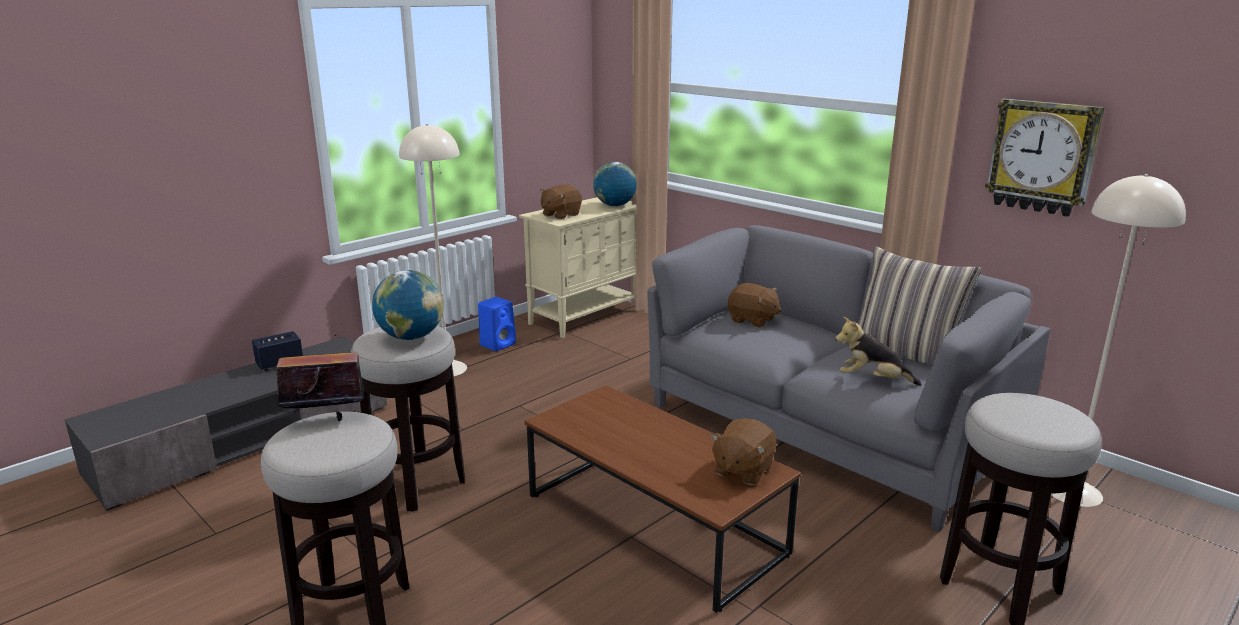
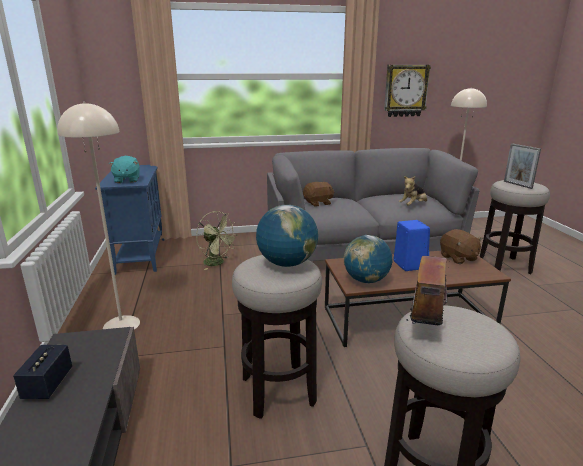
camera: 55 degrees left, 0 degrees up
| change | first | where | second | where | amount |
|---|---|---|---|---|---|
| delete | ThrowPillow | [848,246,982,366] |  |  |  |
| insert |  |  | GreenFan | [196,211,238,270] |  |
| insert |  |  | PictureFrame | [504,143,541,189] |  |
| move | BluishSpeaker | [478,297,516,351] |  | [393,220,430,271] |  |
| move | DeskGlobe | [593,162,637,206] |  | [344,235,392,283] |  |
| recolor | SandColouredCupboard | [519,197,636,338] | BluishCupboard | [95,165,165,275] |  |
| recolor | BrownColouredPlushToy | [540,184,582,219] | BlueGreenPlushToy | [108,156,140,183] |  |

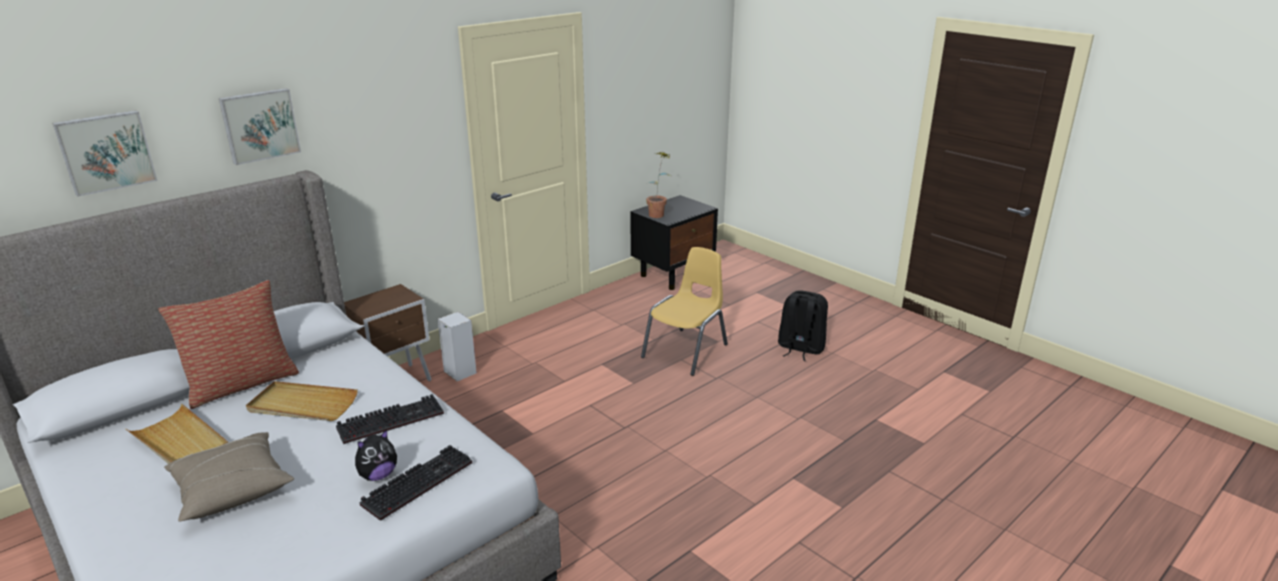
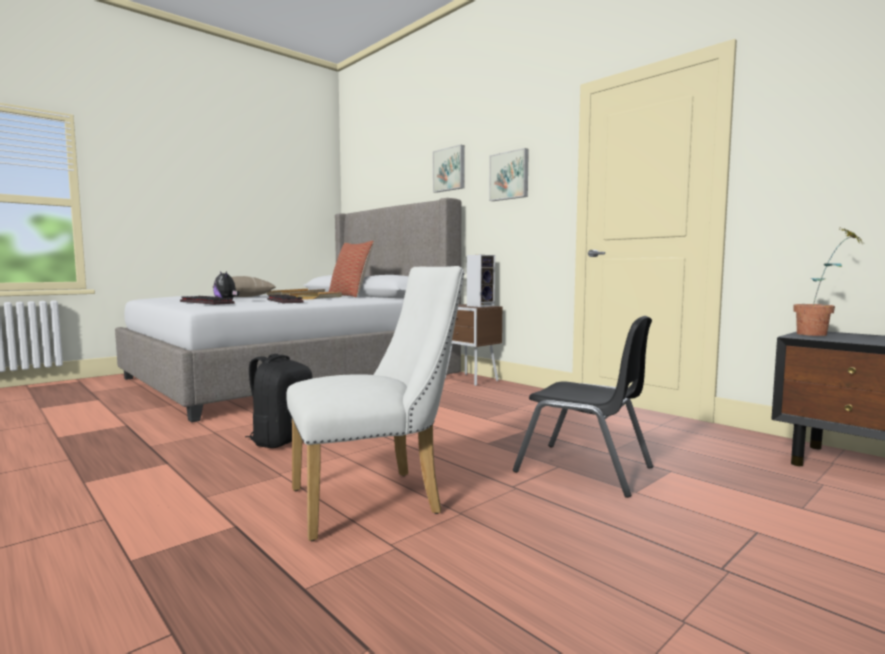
camera: 90 degrees right, 20 degrees down
| change | first | where | second | where | amount |
|---|---|---|---|---|---|
| insert |  |  | WhiteUprightChair | [286,266,465,541] |  |
| move | Picture | [52,110,157,197] |  | [489,148,529,201] |  |
| move | Speaker | [438,312,477,381] |  | [467,255,495,307] |  |
| move | BlackBackpack | [778,290,828,361] |  | [245,354,313,448] |  |
| recolor | YellowishUprightChair | [641,247,728,376] | BlackUprightChair | [513,316,653,498] |  |

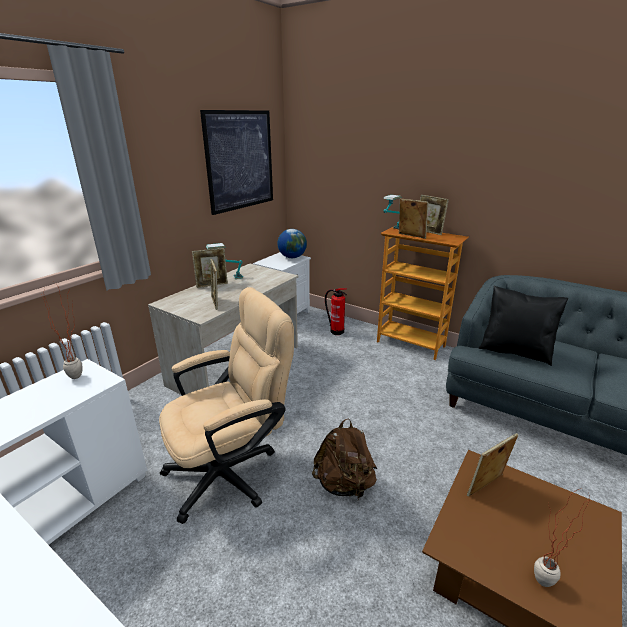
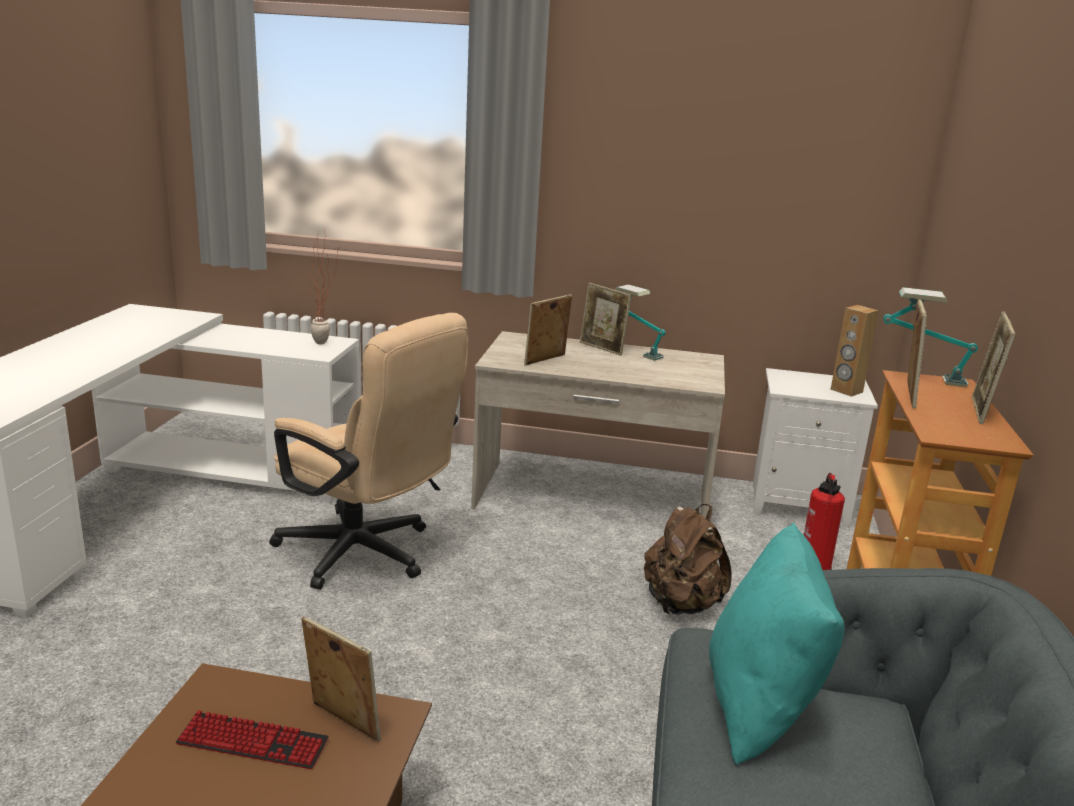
camera: 65 degrees right, 5 degrees down
| change | first | where | second | where | amount |
|---|---|---|---|---|---|
| delete | Picture | [200,110,273,215] |  |  |  |
| delete | PottedPlant | [534,488,590,587] |  |  |  |
| insert |  |  | Keyboard | [176,710,329,769] |  |
| move | BrownColouredBackpack | [312,418,377,500] |  | [644,504,732,615] |  |
| replace | DeskGlobe | [278,229,307,258] | BrownColouredSpeaker | [830,305,879,397] |  |
| recolor | BlackThrowPillow | [479,286,568,366] | BlueGreenThrowPillow | [709,522,845,765] |  |

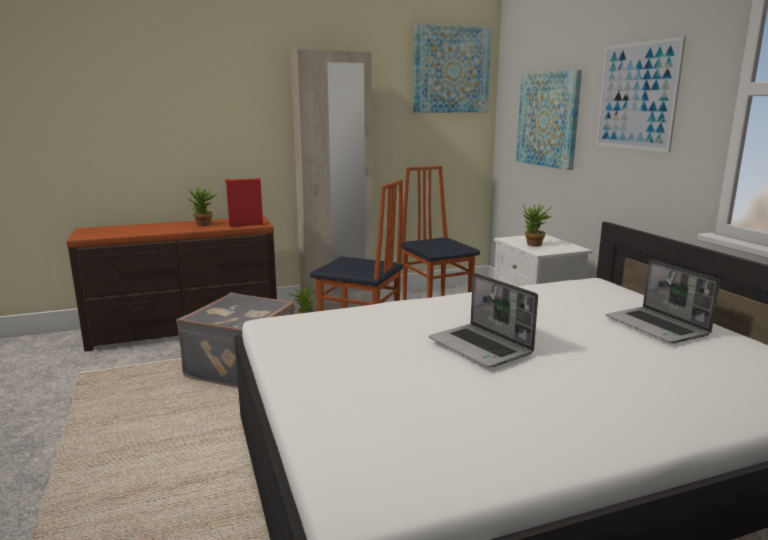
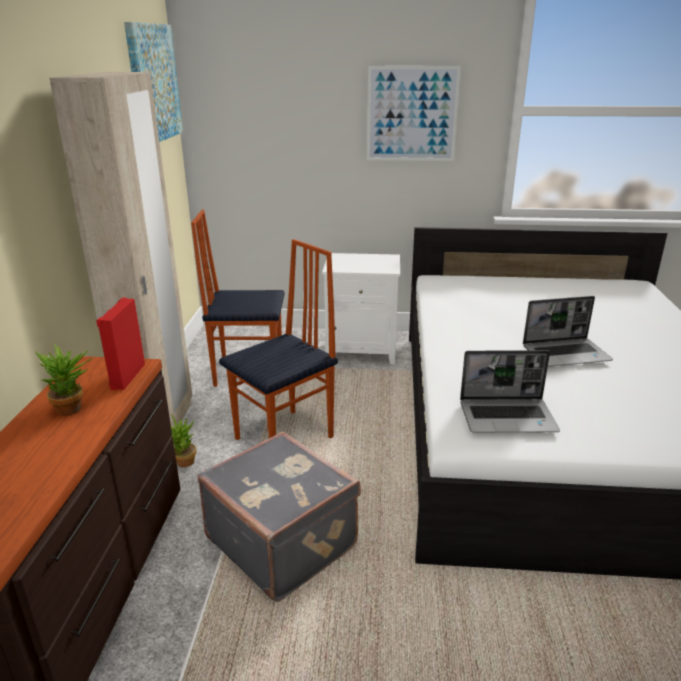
camera: 65 degrees left, 10 degrees up
| change | first | where | second | where | amount |
|---|---|---|---|---|---|
| delete | Picture | [516,70,582,170] |  |  |  |
| delete | PottedPlant | [523,204,552,247] |  |  |  |
| move | PortableComputer | [606,260,720,343] |  | [460,350,560,433] |  |

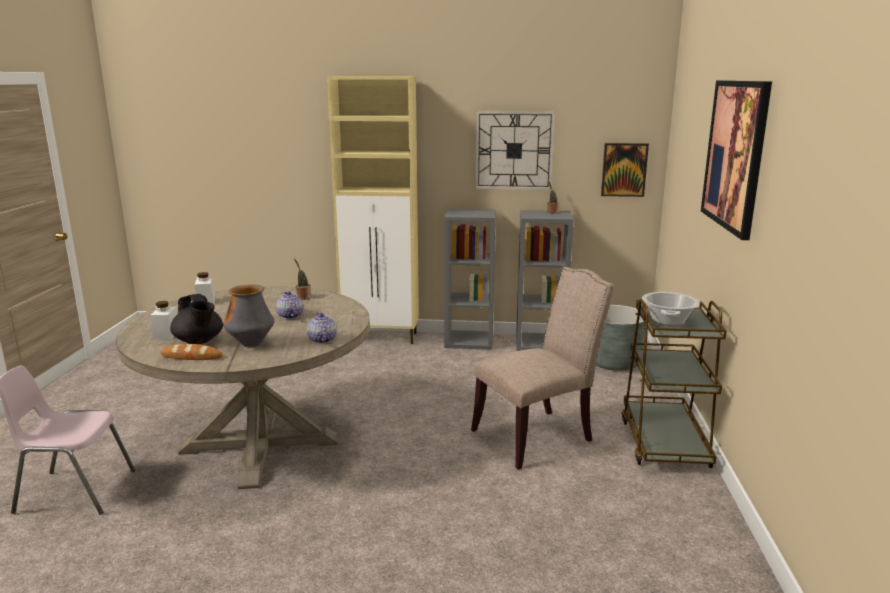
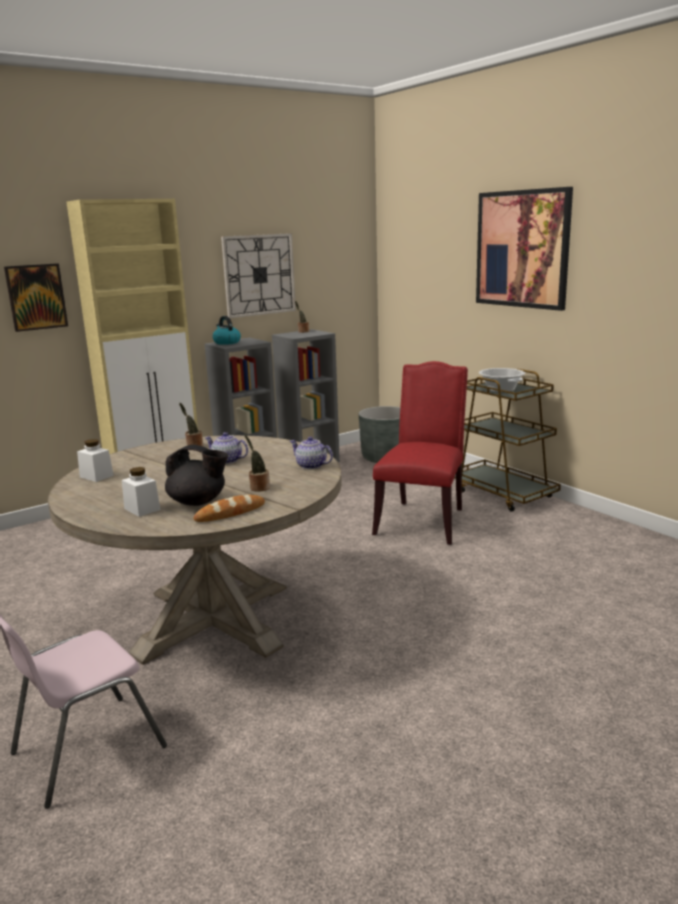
camera: 40 degrees left, 0 degrees up
| change | first | where | second | where | amount |
|---|---|---|---|---|---|
| insert |  |  | Kettle | [212,316,241,345] |  |
| move | Picture | [601,143,649,197] |  | [4,263,68,332] |  |
| replace | FlowerVase | [223,285,274,347] | PottedPlant | [244,435,270,492] |  |
| recolor | SandColouredUprightChair | [471,267,614,470] | RedUprightChair | [372,361,468,545] |  |

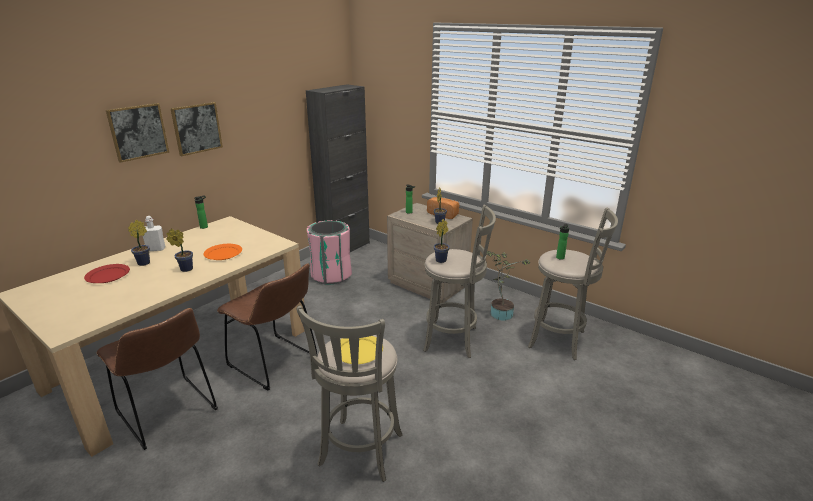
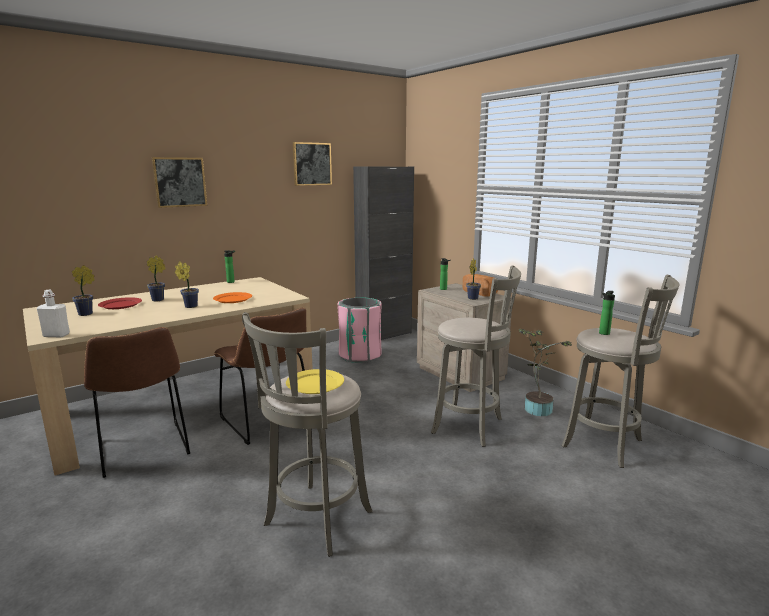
camera: 15 degrees right, 10 degrees down
| change | first | where | second | where | amount |
|---|---|---|---|---|---|
| move | WhiteBeverageBottle | [143,216,165,251] |  | [37,290,70,337] |  |
| move | Picture | [170,102,223,156] |  | [293,142,332,186] |  |
| move | PottedPlant | [434,219,450,263] |  | [72,265,95,316] |  |

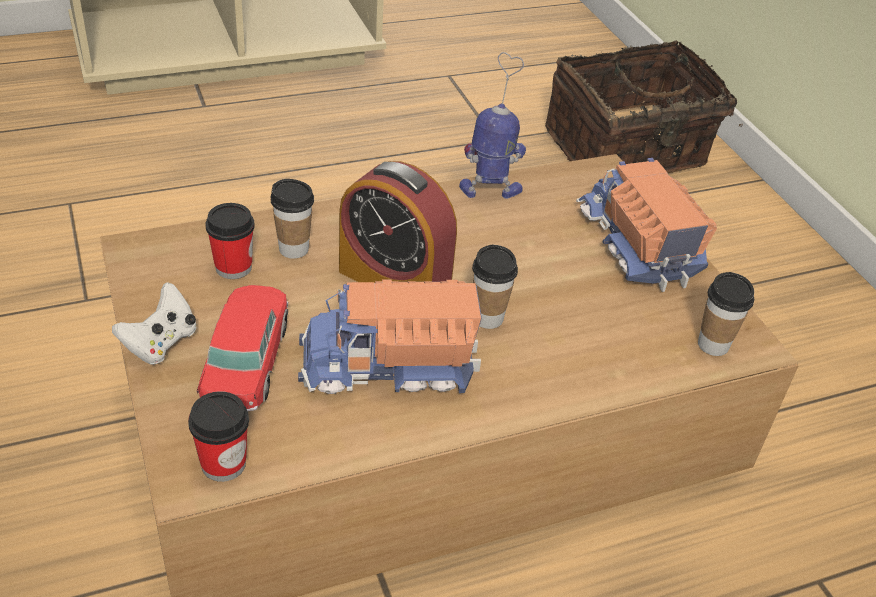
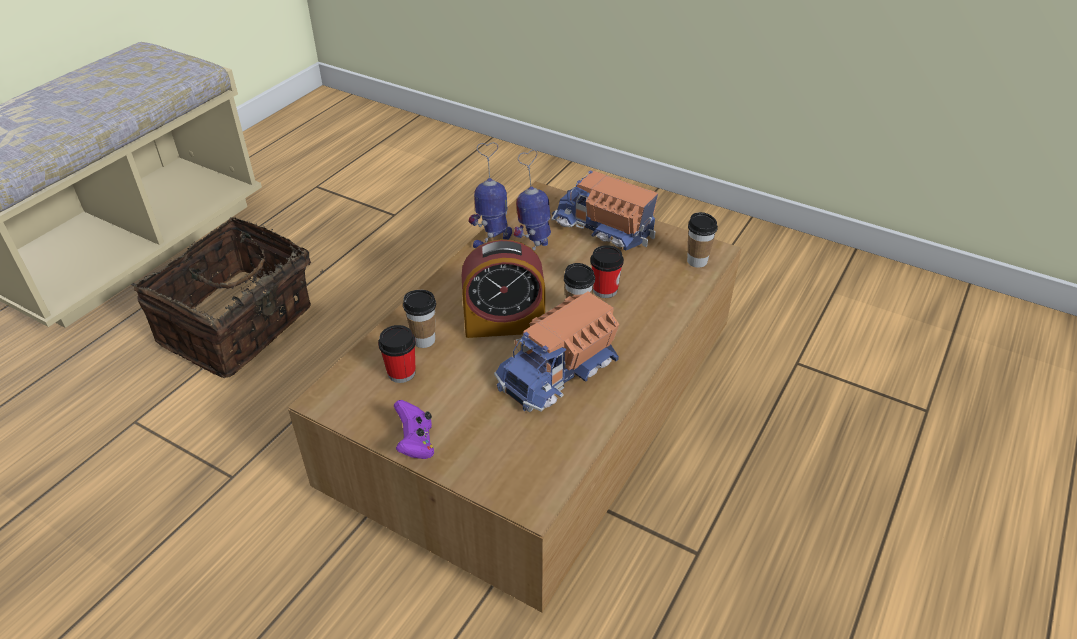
camera: 35 degrees left, 0 degrees up
| change | first | where | second | where | amount |
|---|---|---|---|---|---|
| delete | MiniatureCar | [197,285,288,411] |  |  |  |
| insert |  |  | RobotFigure | [513,150,551,251] |  |
| move | Cup | [188,391,249,482] |  | [590,245,624,298] |  |
| move | Basket | [545,40,743,173] |  | [134,216,323,378] |  |
| recolor | WhiteGameController | [112,282,196,365] | PurpleColouredGameController | [394,400,434,459] |  |

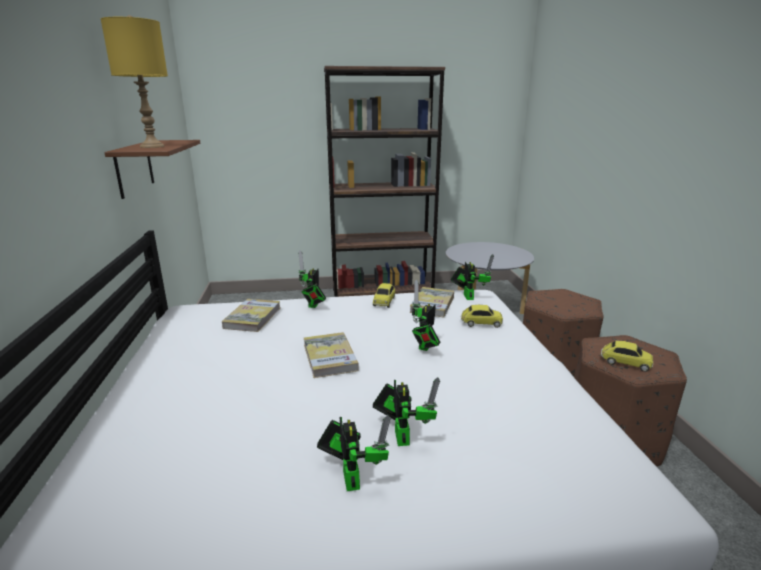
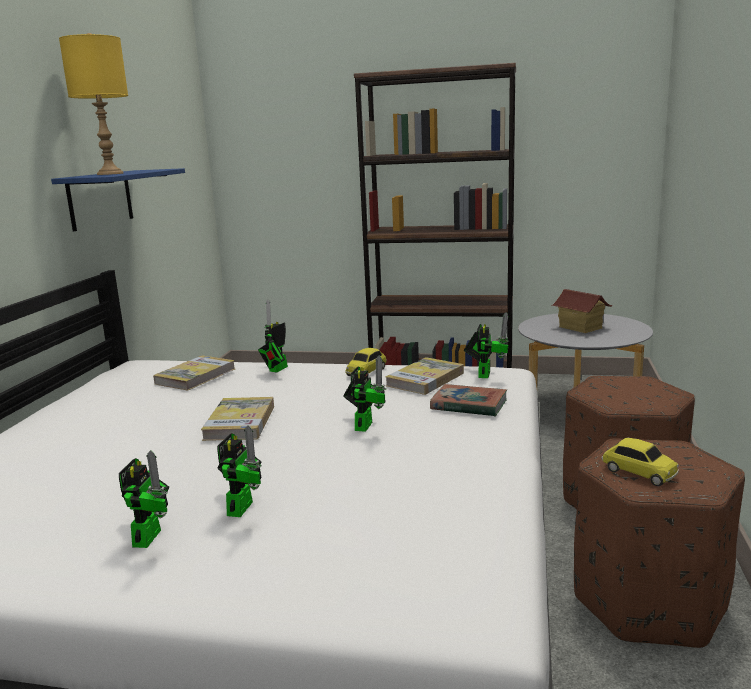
camera: 20 degrees right, 5 degrees down
| change | first | where | second | where | amount |
|---|---|---|---|---|---|
| insert |  |  | MiniatureHouse | [552,289,613,333] |  |
| replace | MiniatureCar | [461,305,503,328] | BoundBook | [430,384,507,417] |  |
| recolor | BrownColouredWallShelf | [104,140,200,199] | BluishWallShelf | [51,168,185,231] |  |
| rotate | RobotFigure | [412,279,440,351] |  | [343,355,386,432] | 150 degrees clockwise |

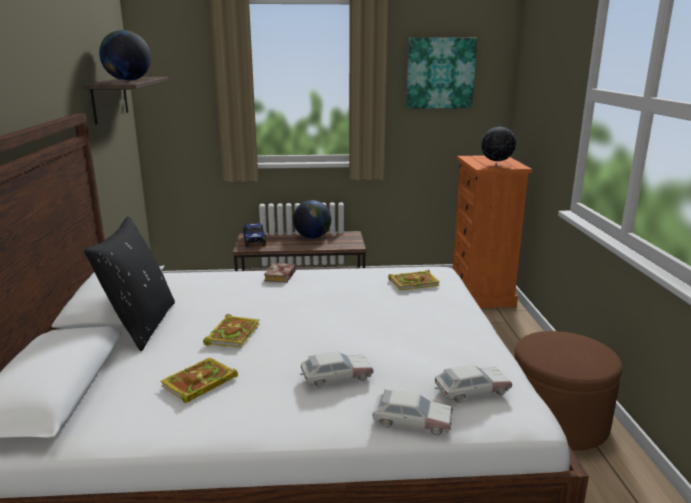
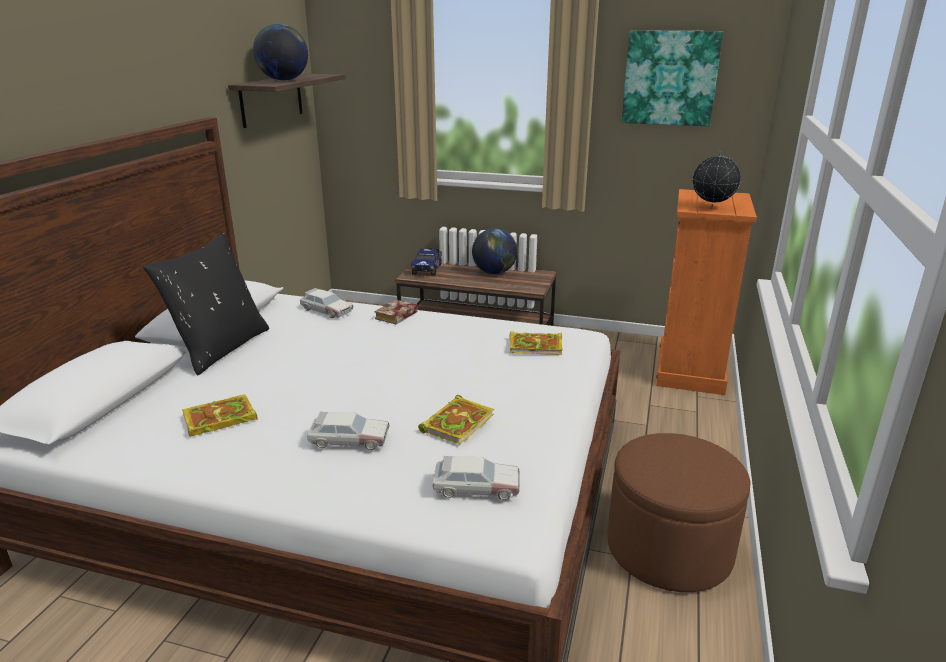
camera: 20 degrees right, 5 degrees up
| change | first | where | second | where | amount |
|---|---|---|---|---|---|
| move | BoundBook | [203,314,260,348] |  | [418,395,494,445] |  |
| move | MiniatureCar | [372,389,453,435] |  | [300,288,354,318] |  |

